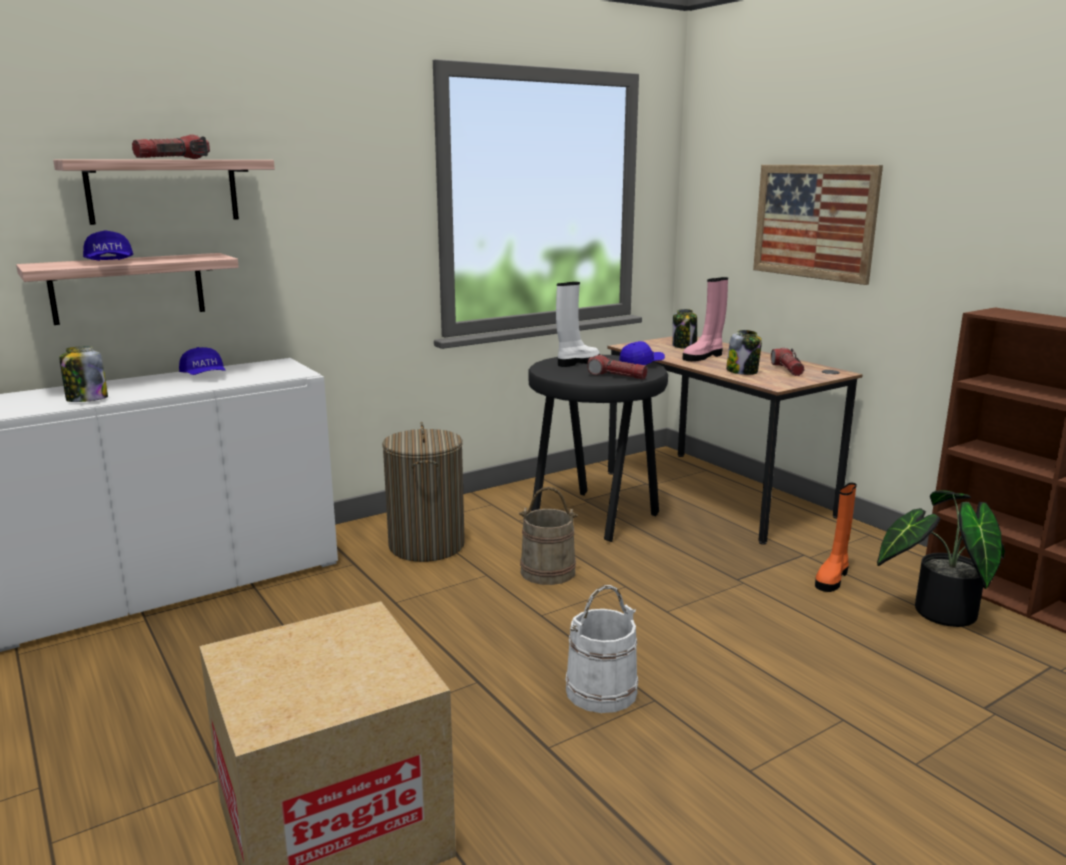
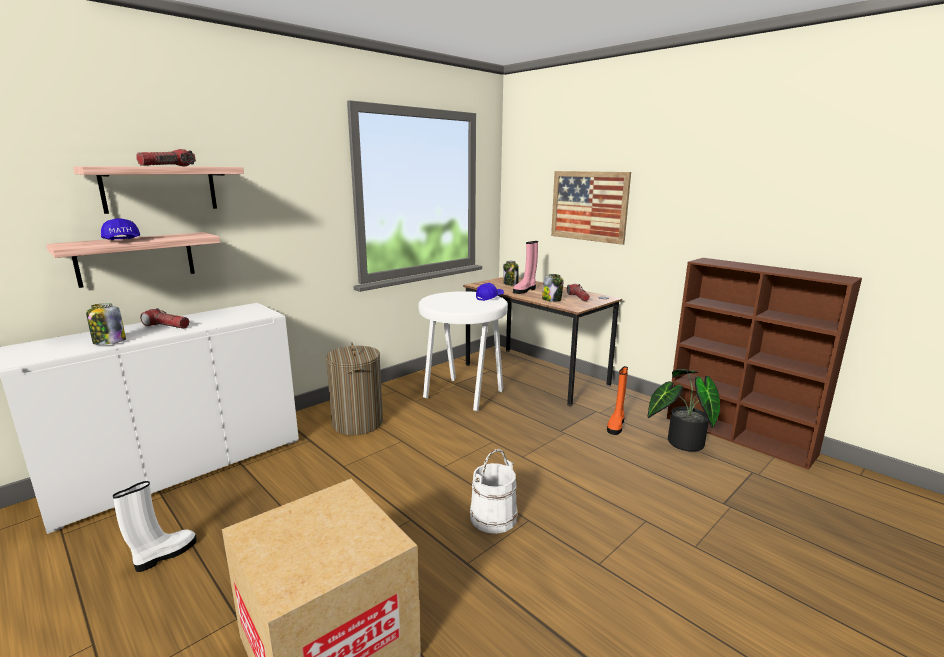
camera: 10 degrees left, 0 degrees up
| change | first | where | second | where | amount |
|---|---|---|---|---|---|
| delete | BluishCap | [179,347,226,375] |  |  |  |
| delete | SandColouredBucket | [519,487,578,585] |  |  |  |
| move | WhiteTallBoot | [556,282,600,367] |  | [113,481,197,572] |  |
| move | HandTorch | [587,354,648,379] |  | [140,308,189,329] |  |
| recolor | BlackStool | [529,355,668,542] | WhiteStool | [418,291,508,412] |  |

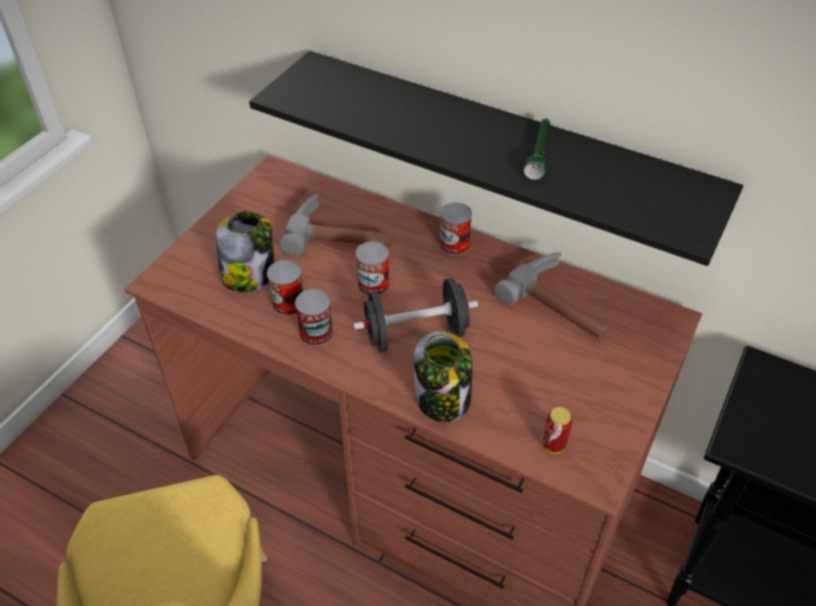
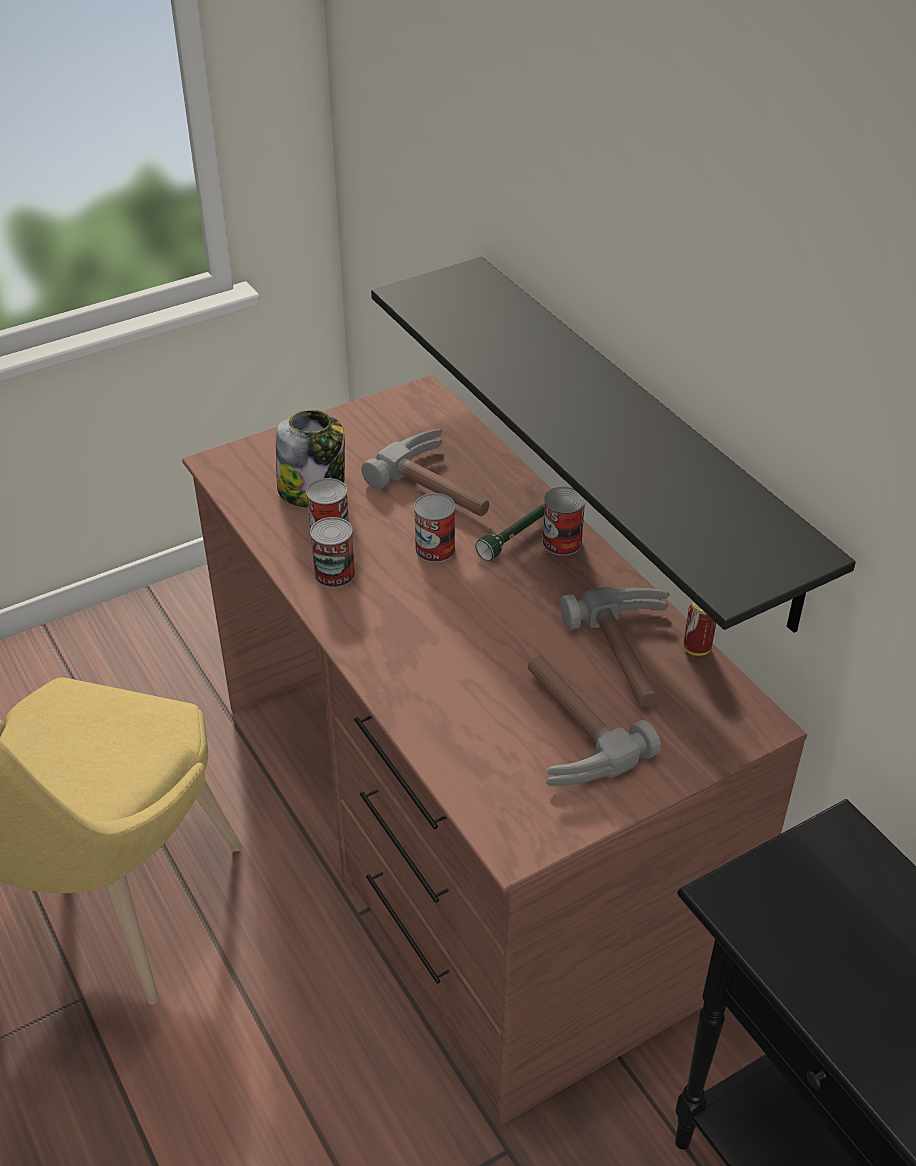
camera: 30 degrees right, 5 degrees down
| change | first | where | second | where | amount |
|---|---|---|---|---|---|
| delete | BlackHandWeight | [353,278,478,352] |  |  |  |
| delete | StorageJar | [414,331,473,422] |  |  |  |
| insert |  |  | ToolHammer | [528,655,661,786] |  |
| move | GreenHandTorch | [523,118,550,180] |  | [475,504,545,561] |  |
| move | SealedCan | [542,407,572,454] |  | [684,601,716,656] |  |

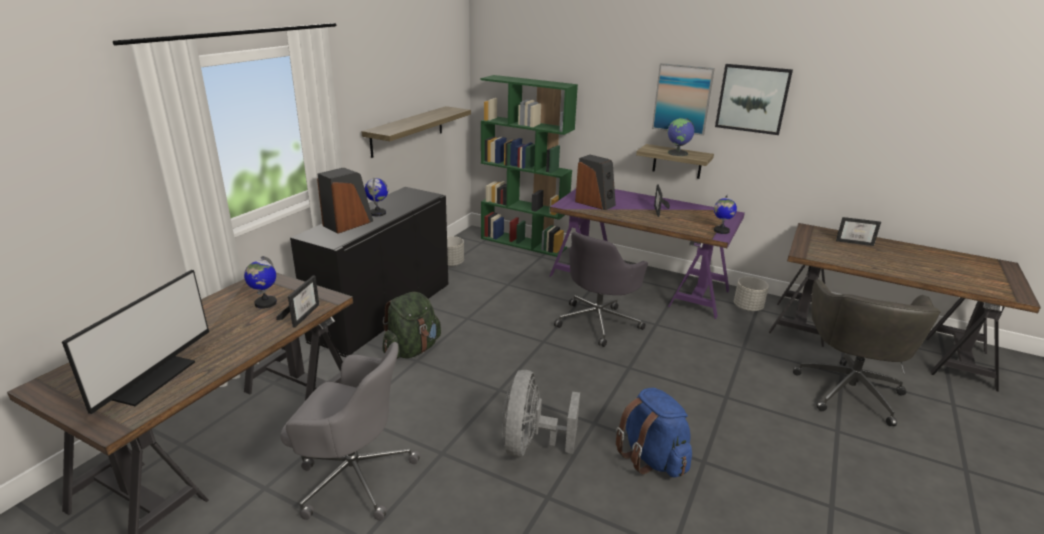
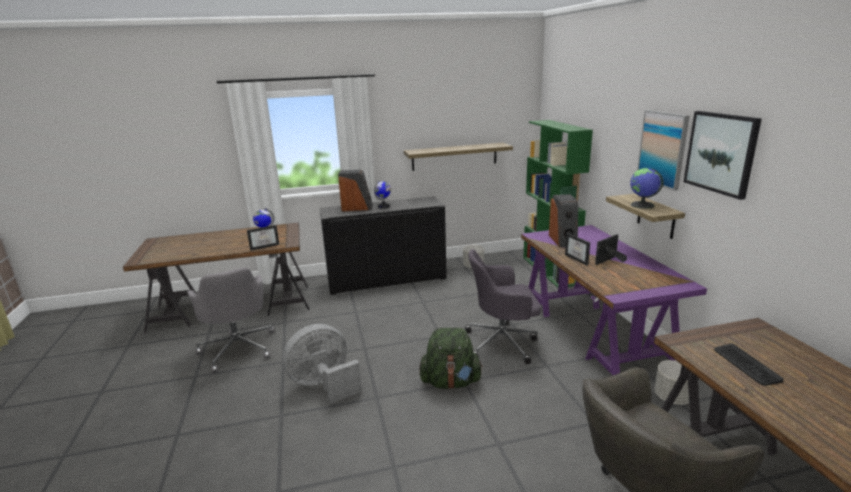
camera: 50 degrees right, 5 degrees down
| change | first | where | second | where | amount |
|---|---|---|---|---|---|
| delete | Monitor | [62,270,209,414] |  |  |  |
| delete | BluishBackpack | [616,388,692,477] |  |  |  |
| delete | DeskGlobe | [714,194,737,234] |  |  |  |
| insert |  |  | Keyboard | [714,343,784,386] |  |
| move | GreenBackpack | [382,292,441,358] |  | [419,328,483,389] |  |
| move | PictureFrame | [836,217,881,246] |  | [565,233,590,266] |  |

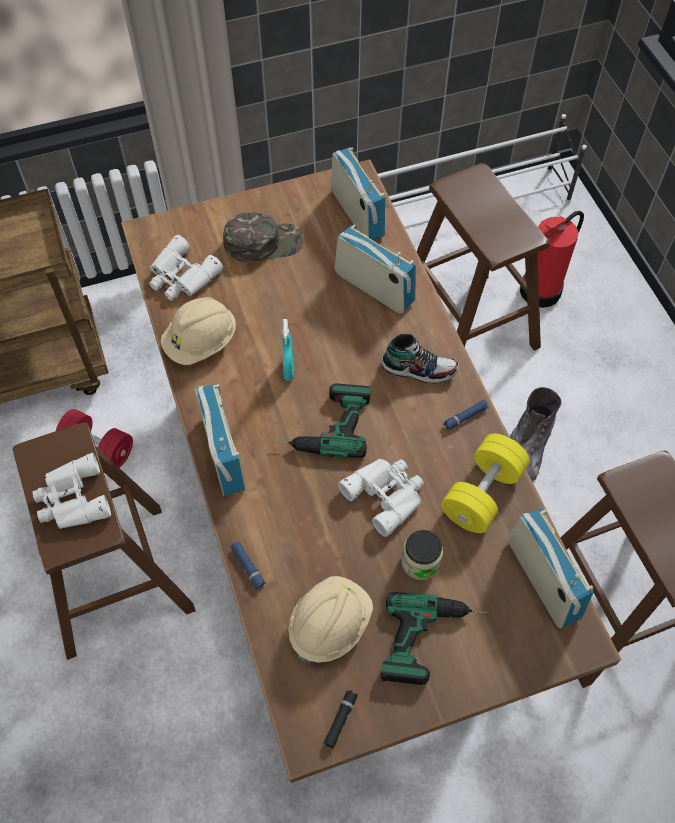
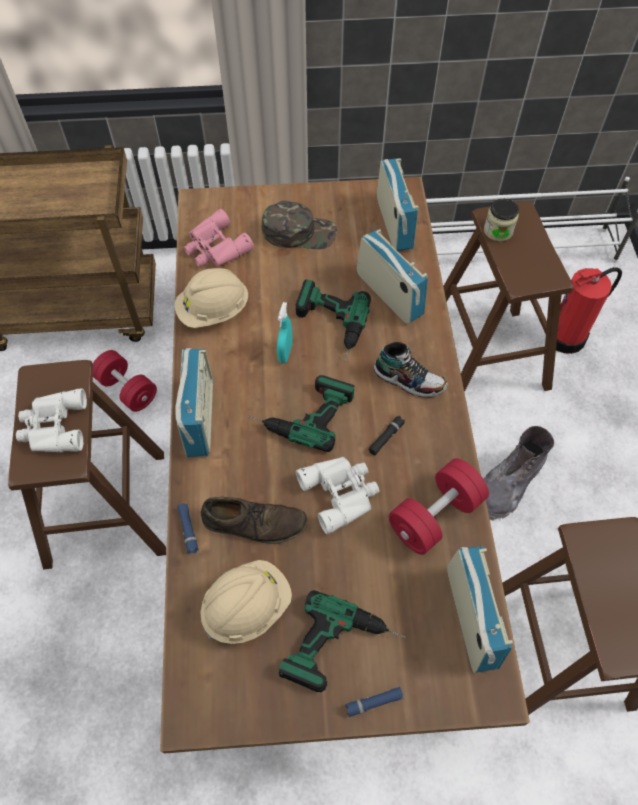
camera: 15 degrees right, 0 degrees up
| change | first | where | second | where | amount |
|---|---|---|---|---|---|
| insert |  |  | BrownColouredShoe | [201,497,307,544] |  |
| insert |  |  | ElectricDrill | [296,280,371,362] |  |
| move | BlackHandTorch | [324,690,358,748] |  | [368,416,405,455] |  |
| move | StorageJar | [401,530,443,580] |  | [484,199,519,241] |  |
| move | BluishHandTorch | [444,400,488,430] |  | [345,687,404,717] |  |
| recolor | WhiteFieldGlasses | [149,235,223,301] | PinkishFieldGlasses | [184,209,254,267] |  |
| recolor | YellowishHandWeight | [441,434,530,533] | RedHandWeight | [388,458,489,555] |  |

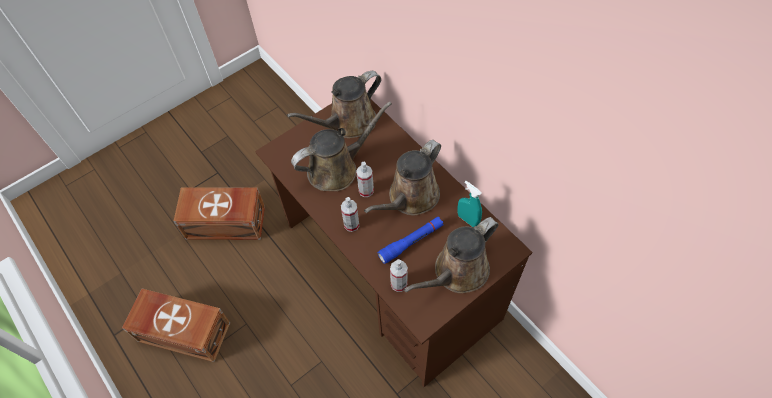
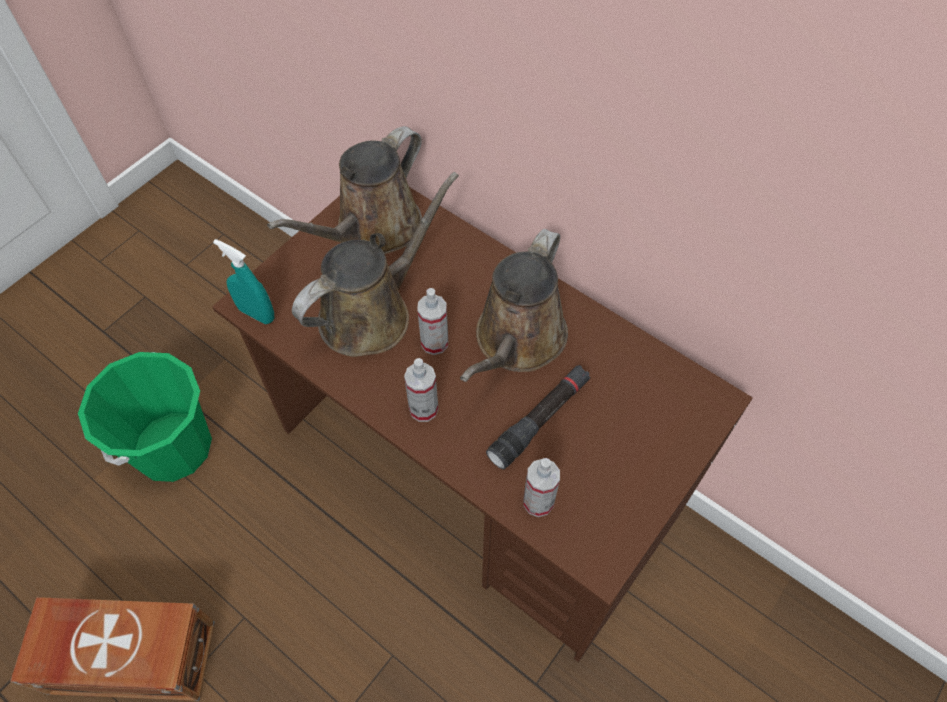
camera: 15 degrees left, 0 degrees up
| change | first | where | second | where | amount |
|---|---|---|---|---|---|
| delete | BrownColouredWateringCan | [404,217,498,293] |  |  |  |
| move | BlueGreenSprayBottle | [458,181,482,227] |  | [213,239,274,324] |  |
| replace | BrownColouredStorageBin | [174,187,265,240] | GreenBucket | [78,352,212,482] |  |
| recolor | BluishHandTorch | [378,217,444,264] | BlackHandTorch | [486,365,590,469] |  |

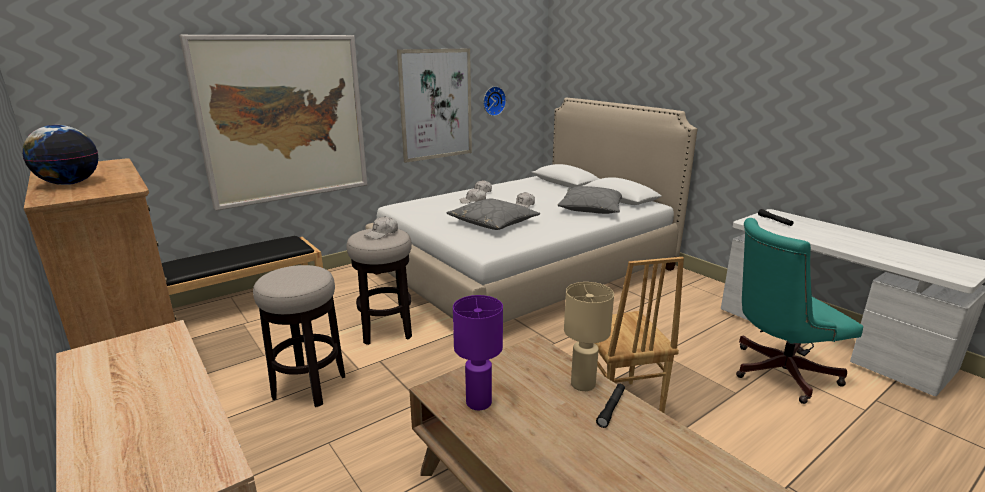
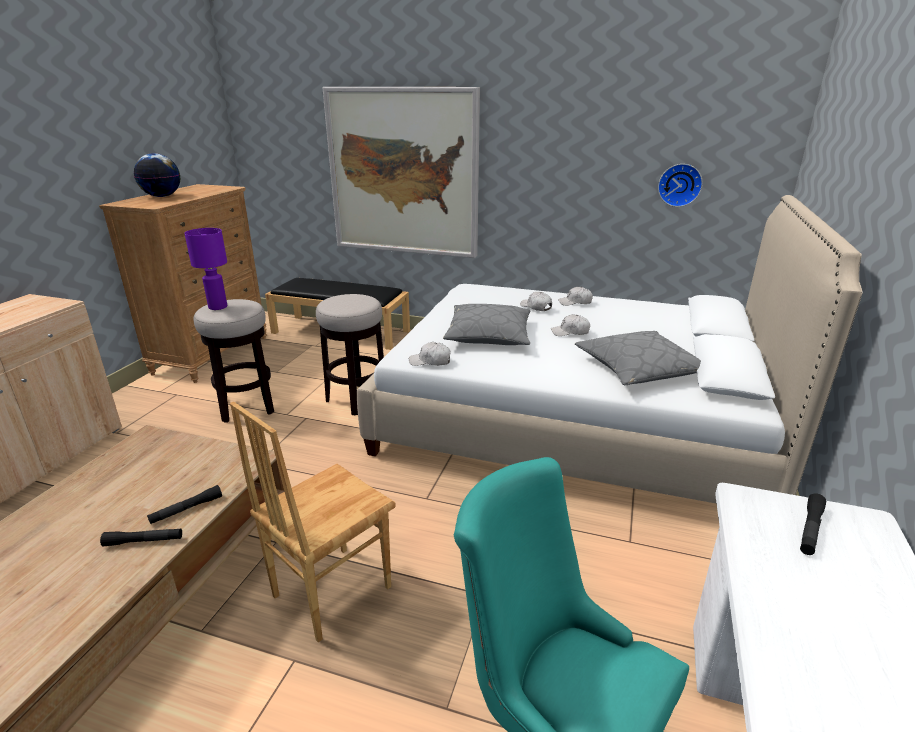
camera: 55 degrees right, 5 degrees up
| change | first | where | second | where | amount |
|---|---|---|---|---|---|
| delete | Picture | [397,49,472,163] |  |  |  |
| move | WhiteCap | [365,216,398,239] |  | [409,342,451,366] |  |
| move | PurpleColouredLampForATable | [453,295,503,410] |  | [184,228,227,310] |  |
| replace | SandColouredLampForATable | [564,282,614,391] | BlackHandTorch | [147,485,222,524] |  |

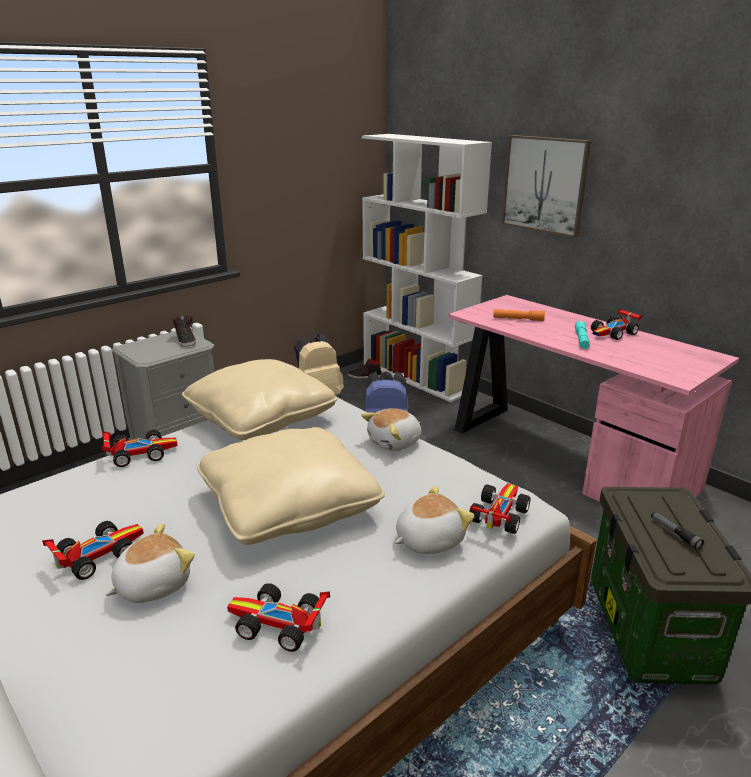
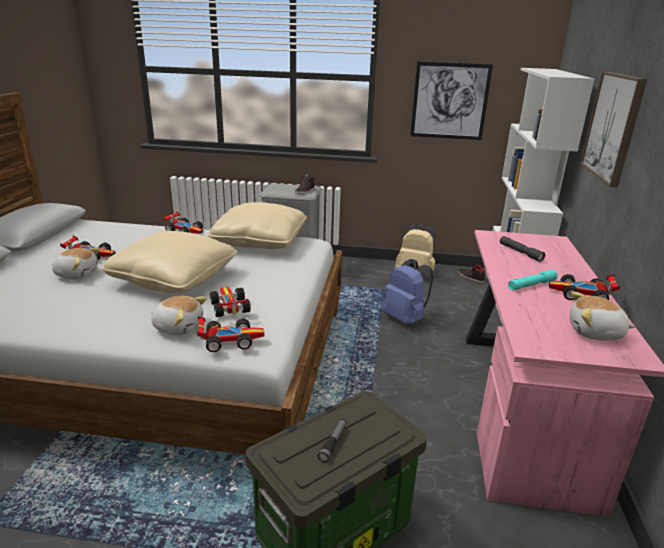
camera: 50 degrees right, 0 degrees up
| change | first | where | second | where | amount |
|---|---|---|---|---|---|
| insert |  |  | Picture | [410,61,493,140] |  |
| move | MiniatureCar | [227,583,330,652] |  | [210,287,251,317] |  |
| move | PlushToy | [361,408,422,451] |  | [570,292,635,341] |  |
| recolor | OrangeHandTorch | [493,309,545,321] | GreyHandTorch | [500,236,546,262] |  |

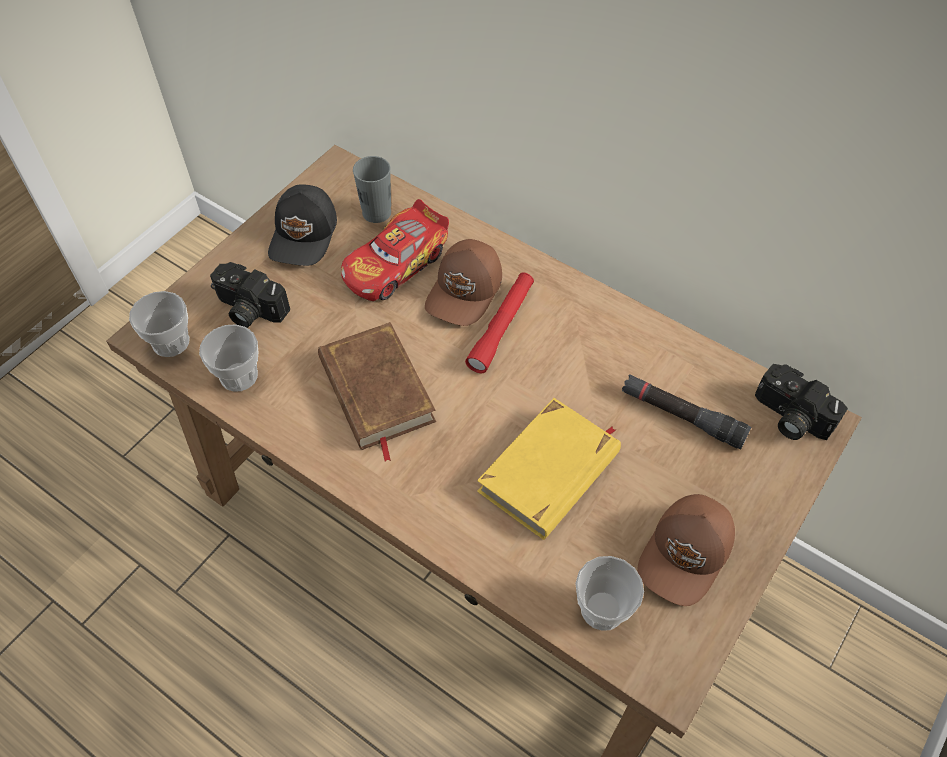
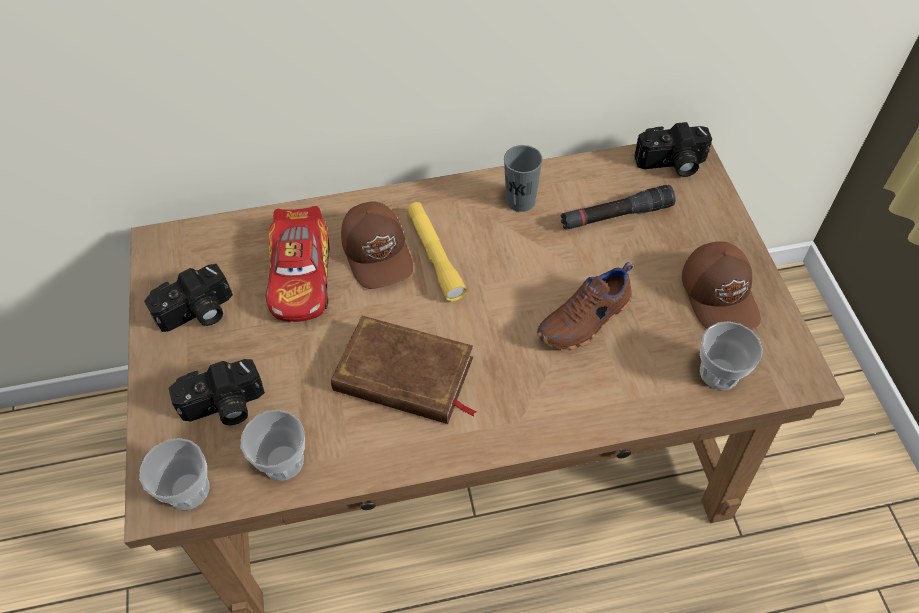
camera: 45 degrees left, 0 degrees up
| change | first | where | second | where | amount |
|---|---|---|---|---|---|
| move | GreyCup | [353,156,391,223] |  | [504,145,543,212] |  |
| replace | BlackCap | [268,184,337,266] | StillCamera | [144,264,233,332] |  |
| replace | YellowishBoundBook | [477,398,621,540] | BrownColouredShoe | [537,262,633,350] |  |
| recolor | RedHandTorch | [465,273,534,373] | YellowishHandTorch | [407,202,467,302] |  |

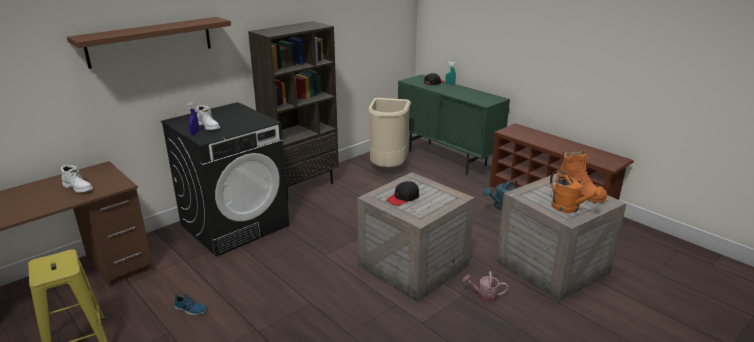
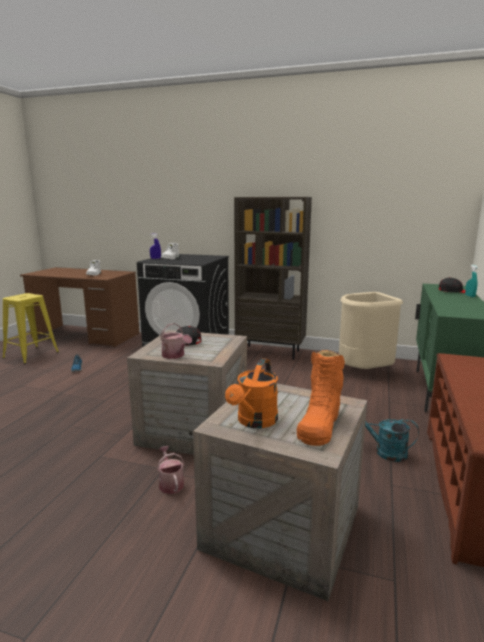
camera: 60 degrees right, 10 degrees down
| change | first | where | second | where | amount |
|---|---|---|---|---|---|
| delete | BrownColouredWallShelf | [67,17,231,69] |  |  |  |
| insert |  |  | WateringCan | [160,323,192,359] |  |

